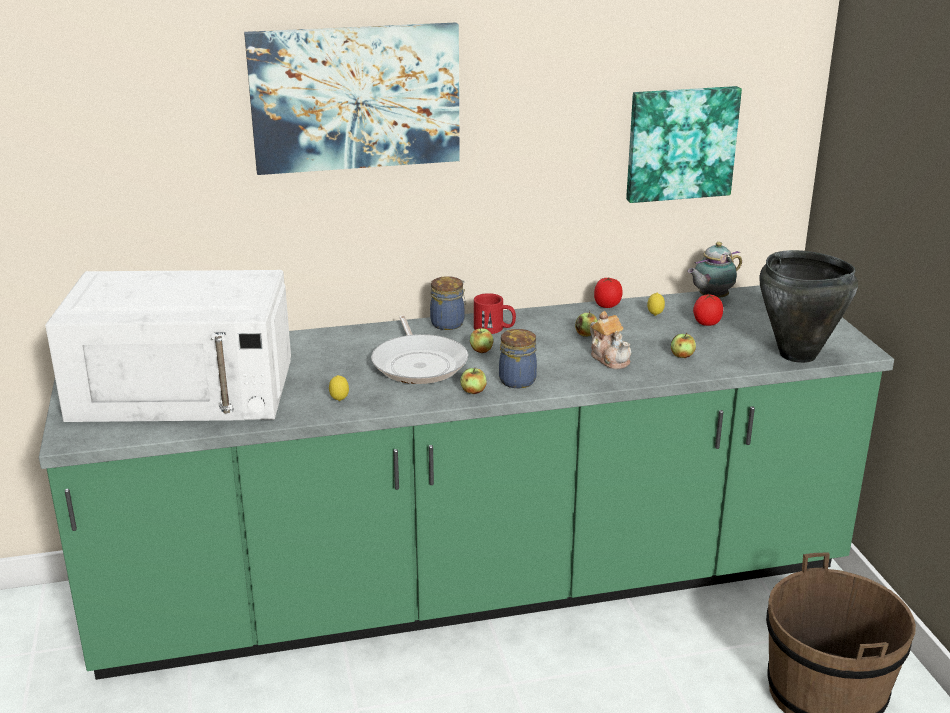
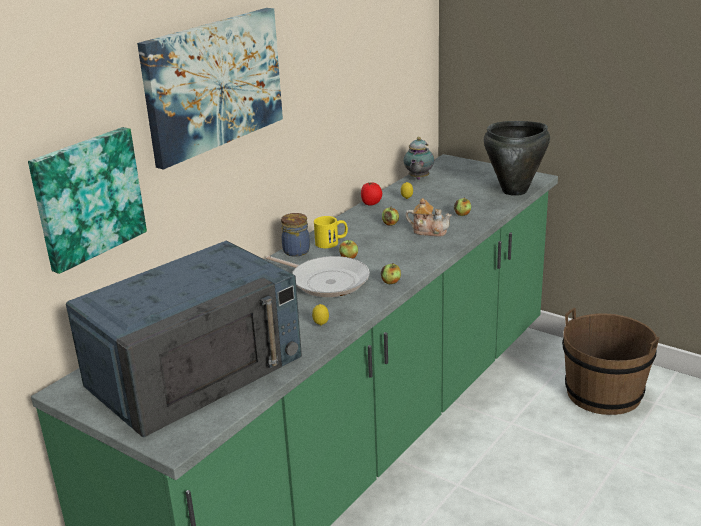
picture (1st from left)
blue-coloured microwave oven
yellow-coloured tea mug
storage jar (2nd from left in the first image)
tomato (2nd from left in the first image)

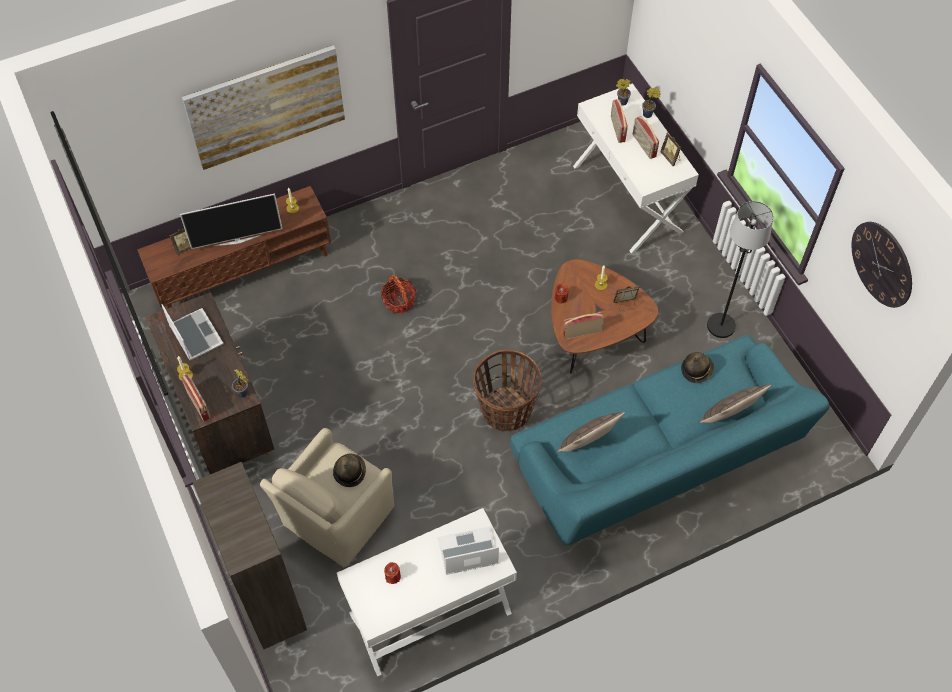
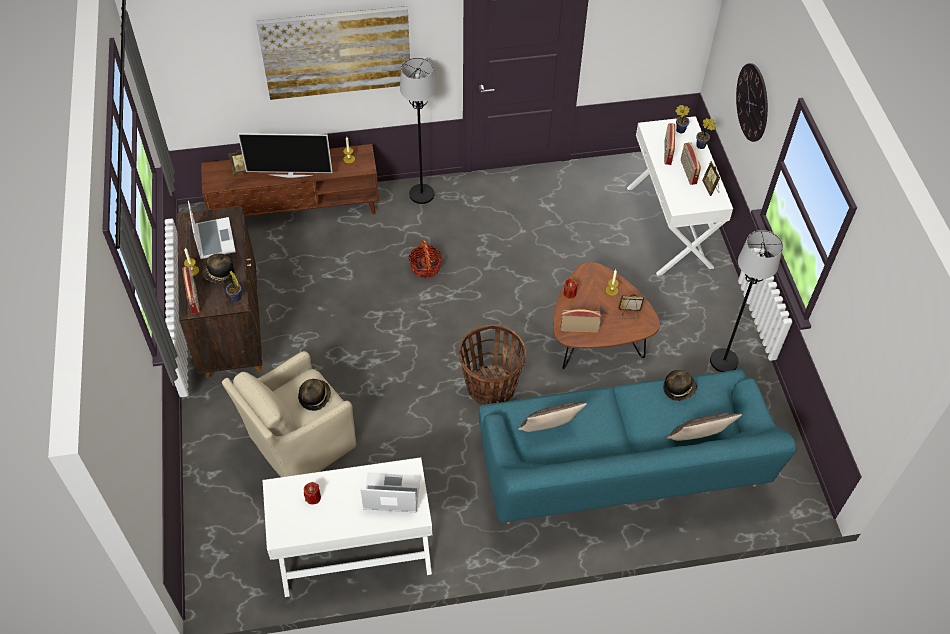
clothing hat (1st from left)
black floor lamp (1st from left)
clock on the wall
brownish bookcase

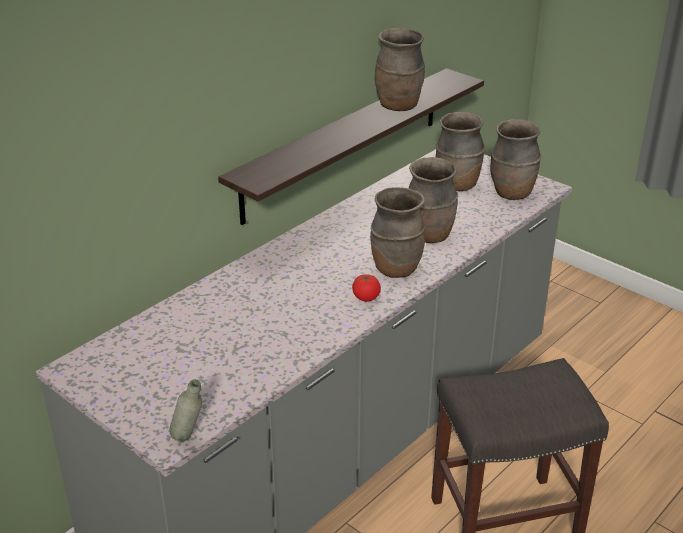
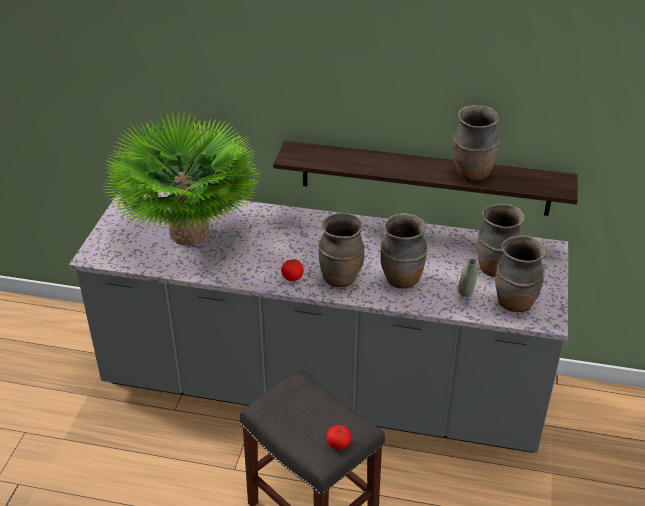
houseplant
tomato (2nd from left)
grey beverage bottle

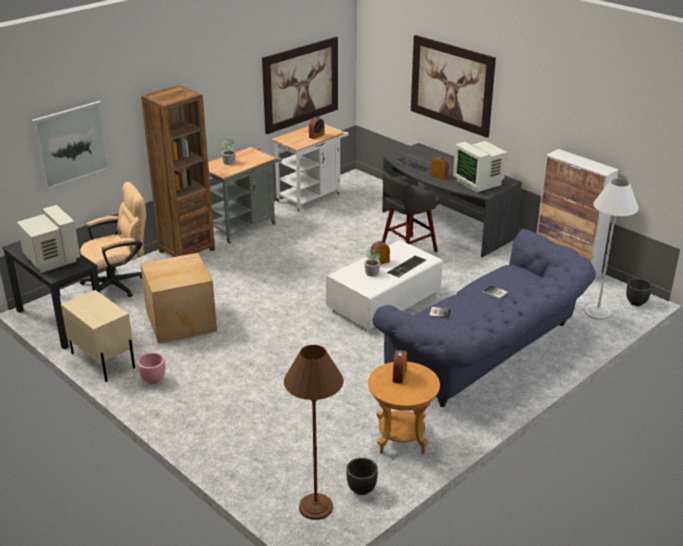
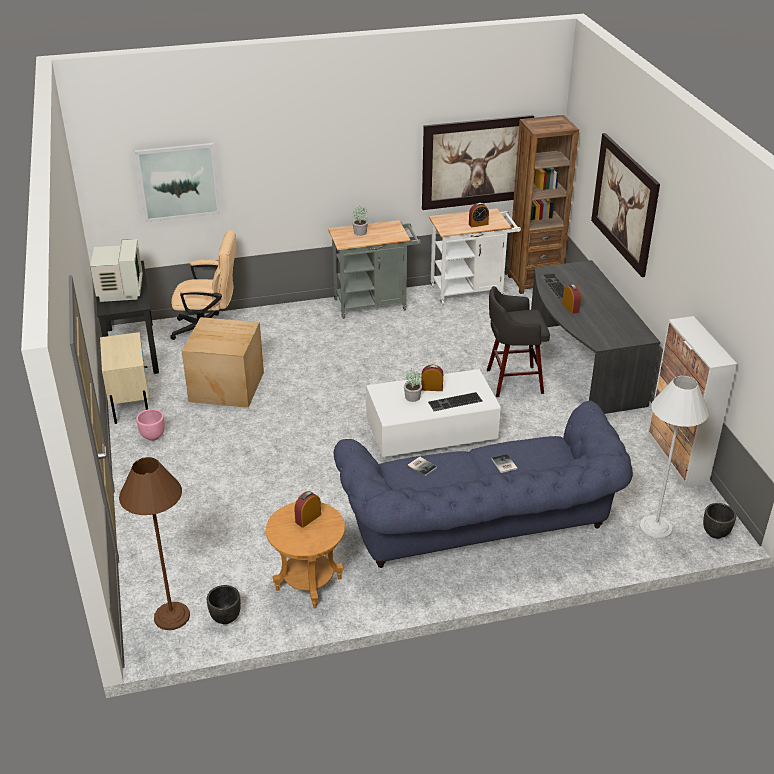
brownish bookcase
computer display (2nd from left in the first image)

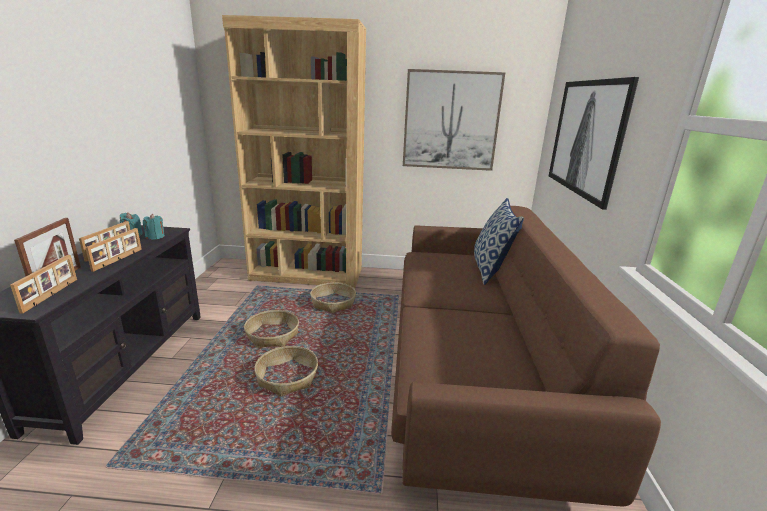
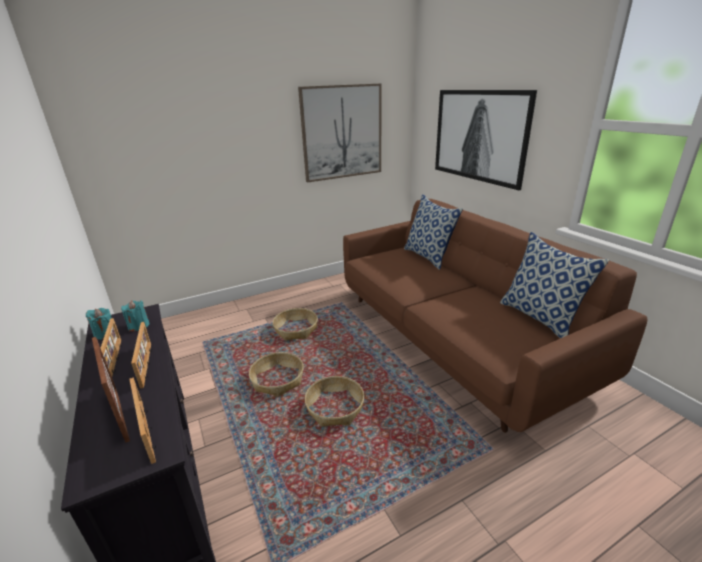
cushion (2nd from left)
brownish bookcase

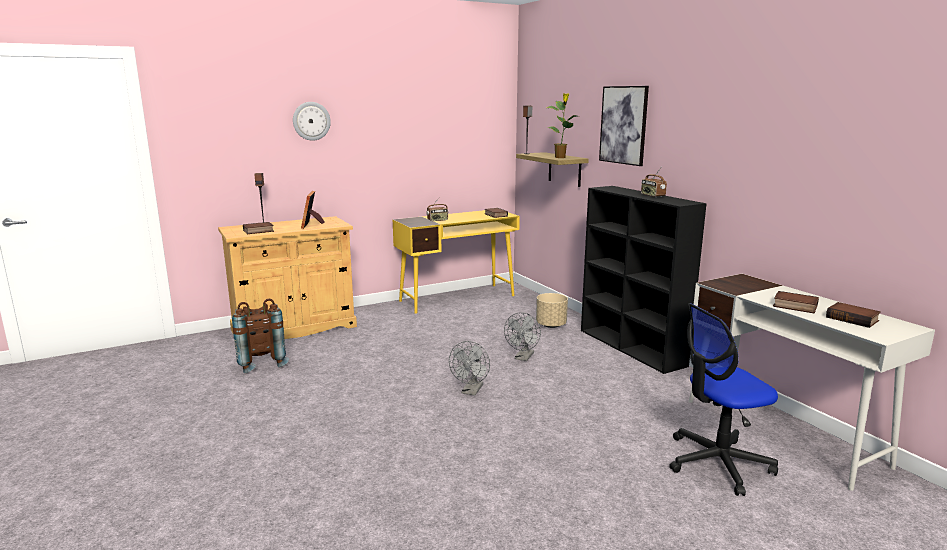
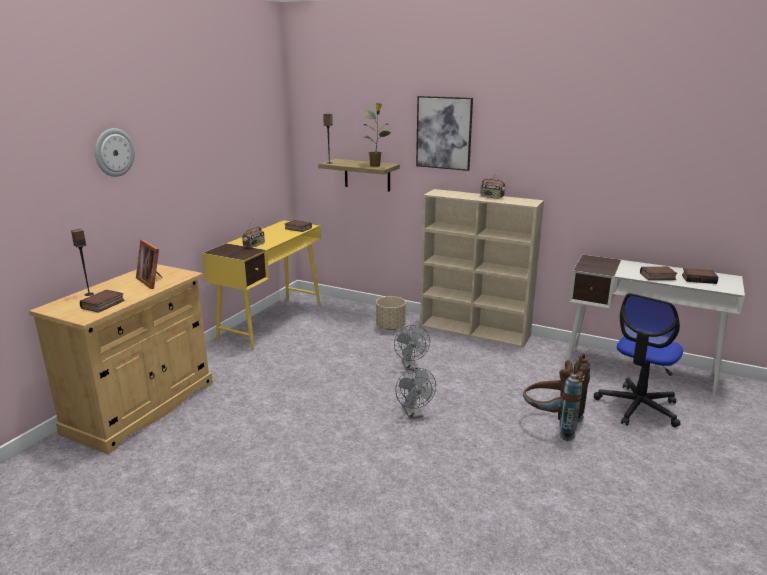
beige bookcase
brownish rucksack

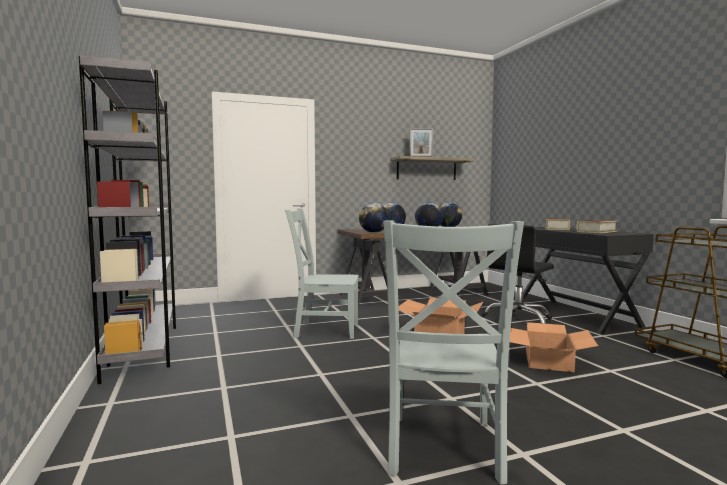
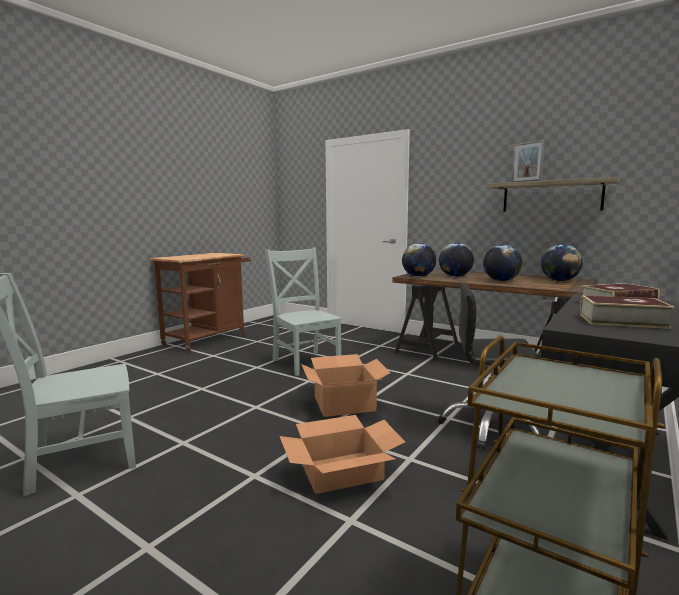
brownish trolley (1st from left)

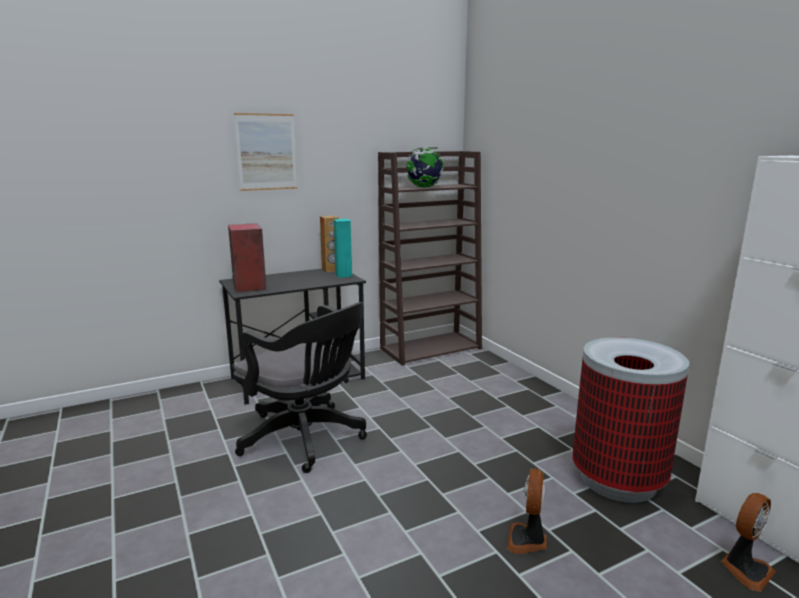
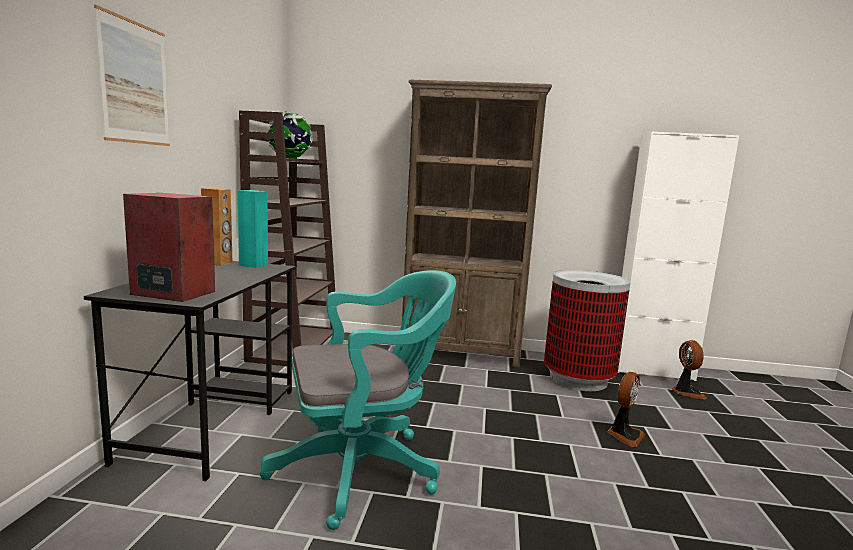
blue-green desk chair
brownish bookcase (2nd from left)
fan (1st from left)

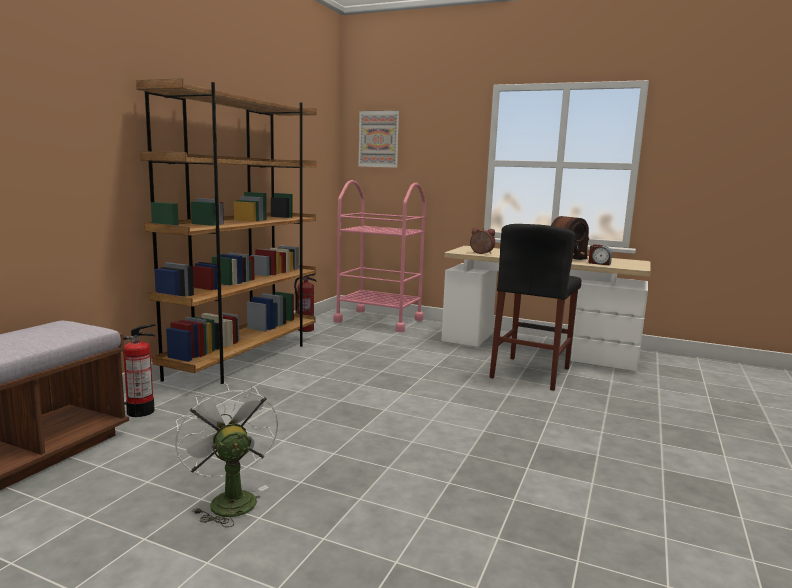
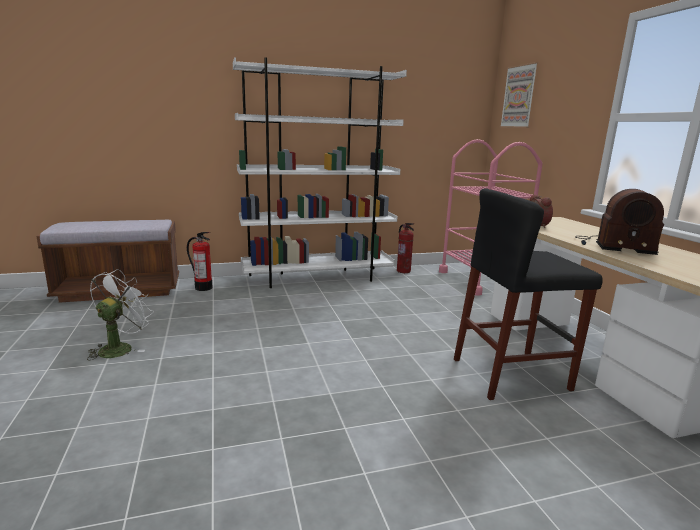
white bookcase
table clock (2nd from left in the first image)

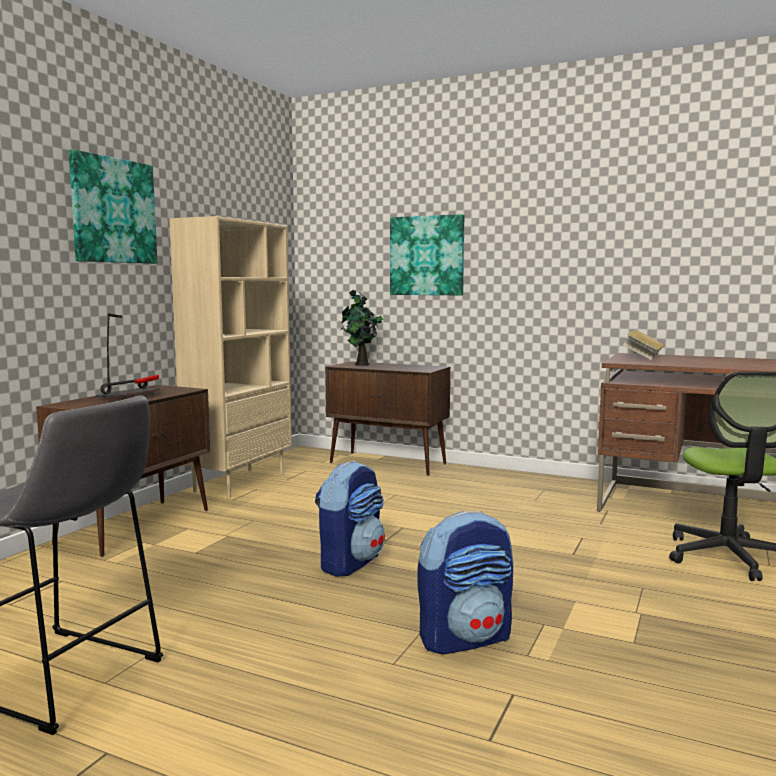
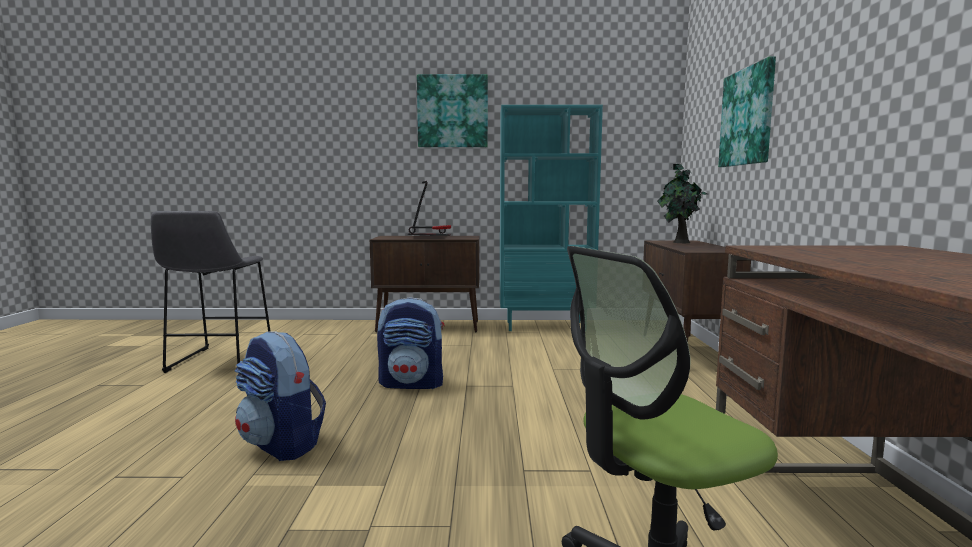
blue-green bookcase
volume

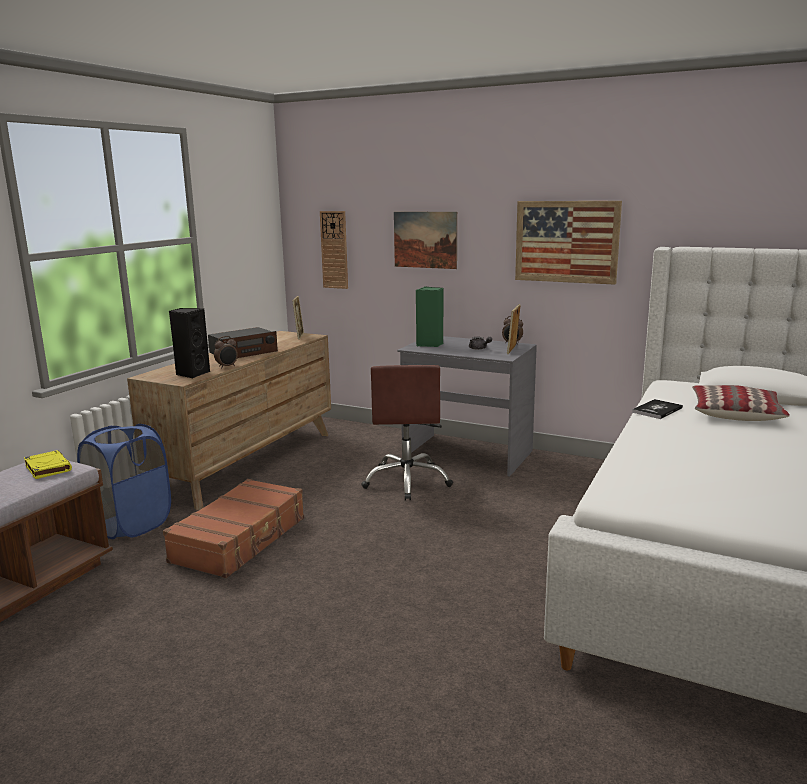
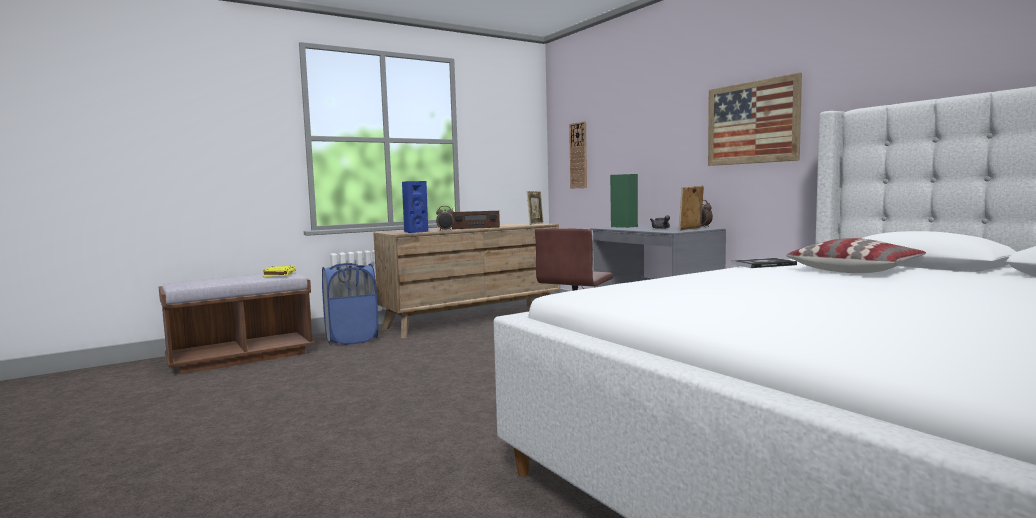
blue-coloured speaker
brownish piece of luggage
picture (1st from left in the first image)

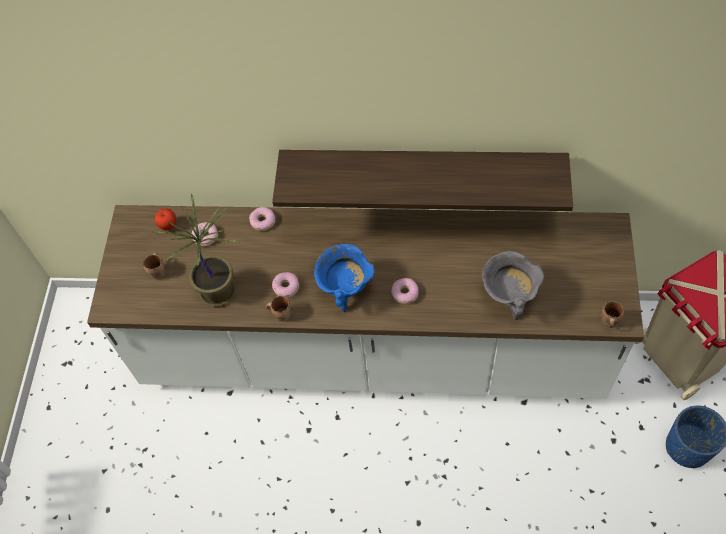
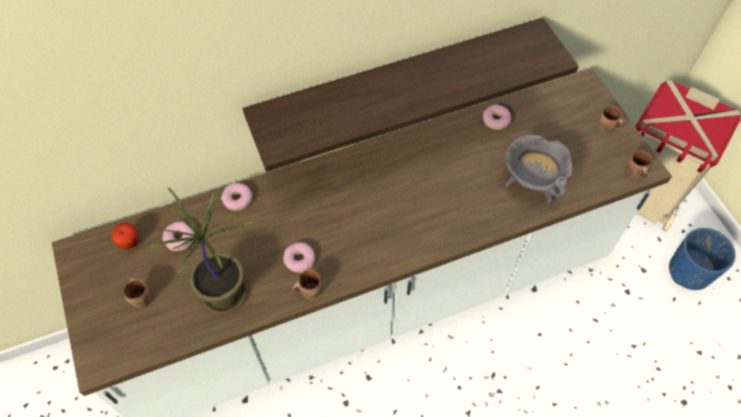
donut (4th from left)
brownish tea mug (3rd from left)
blue-coloured cooking pot

